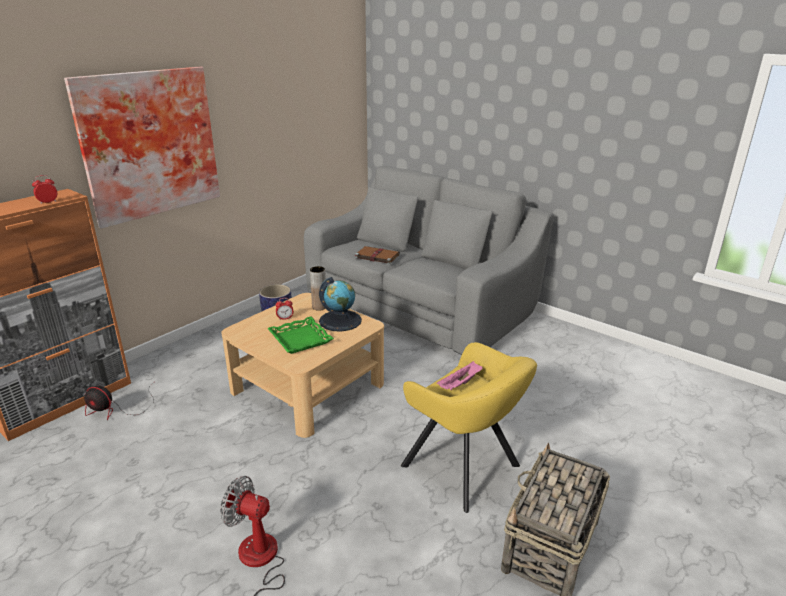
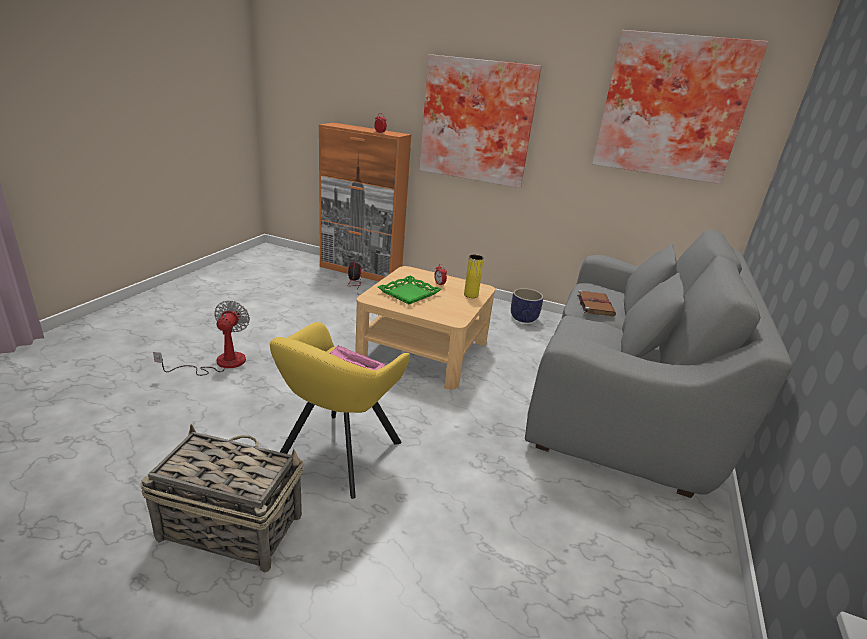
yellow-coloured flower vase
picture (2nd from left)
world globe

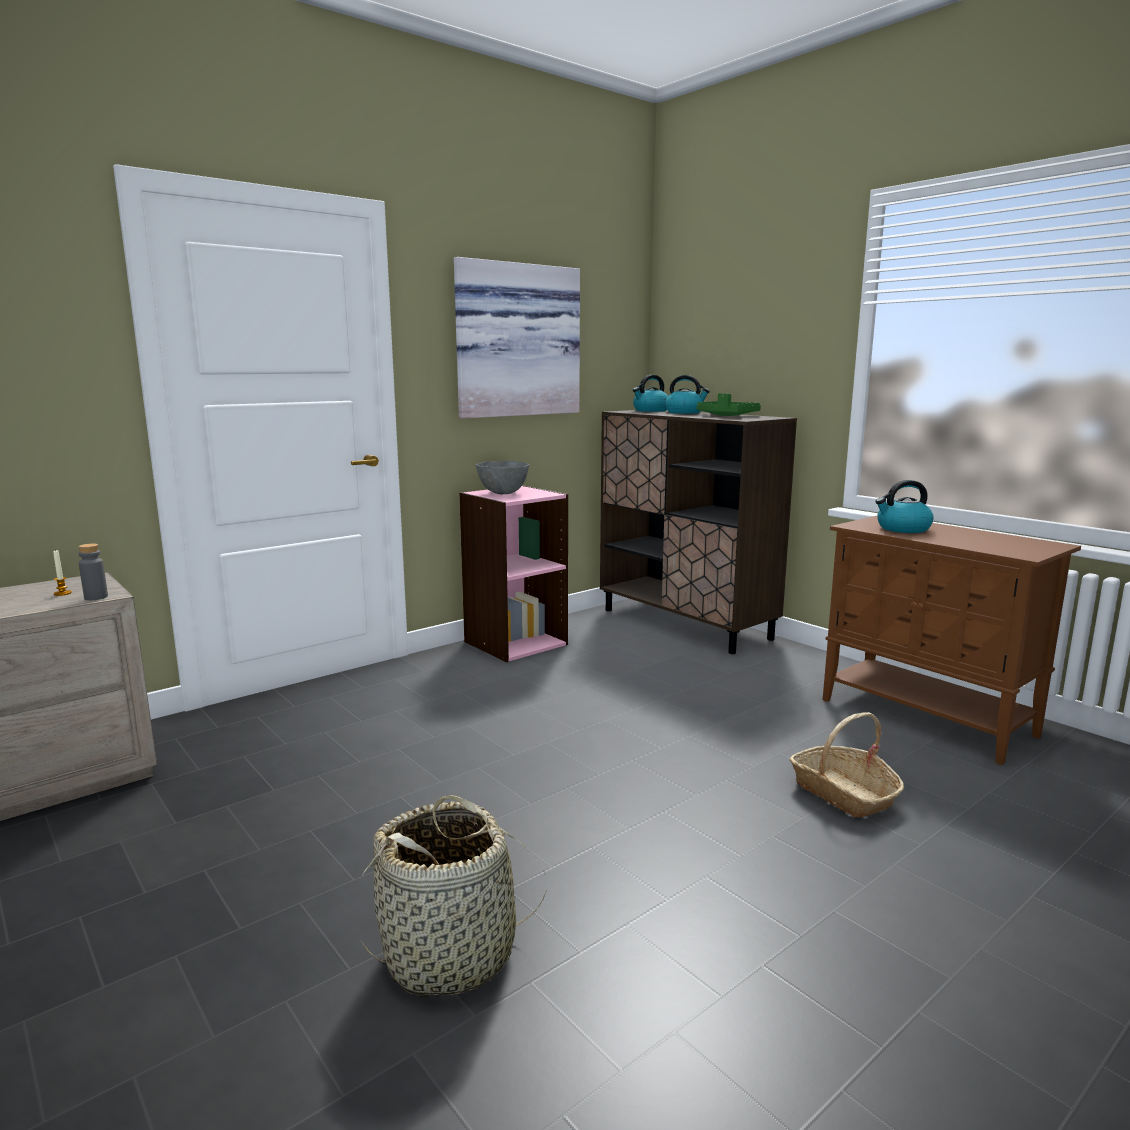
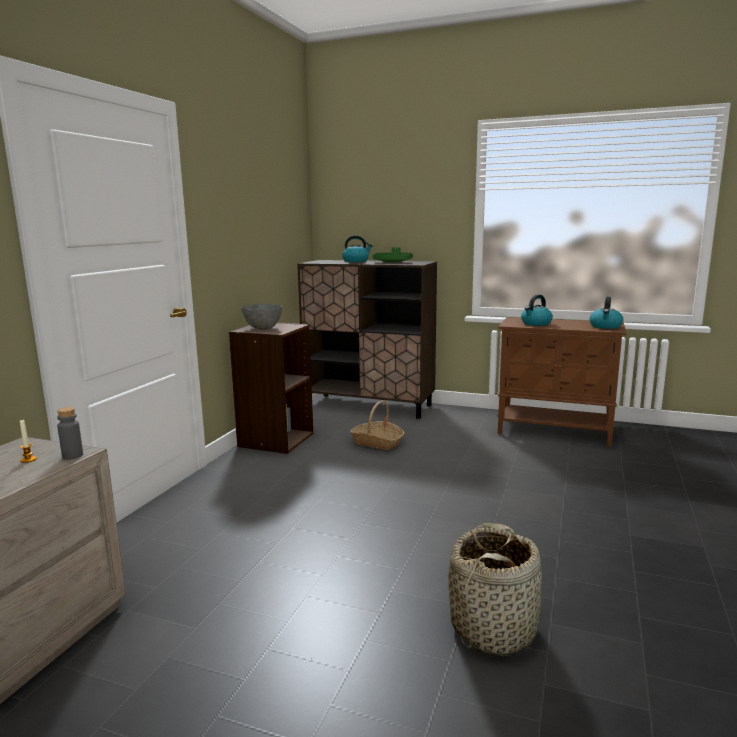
brownish bookcase
storage basket (1st from left)
tea kettle (3rd from left)
picture

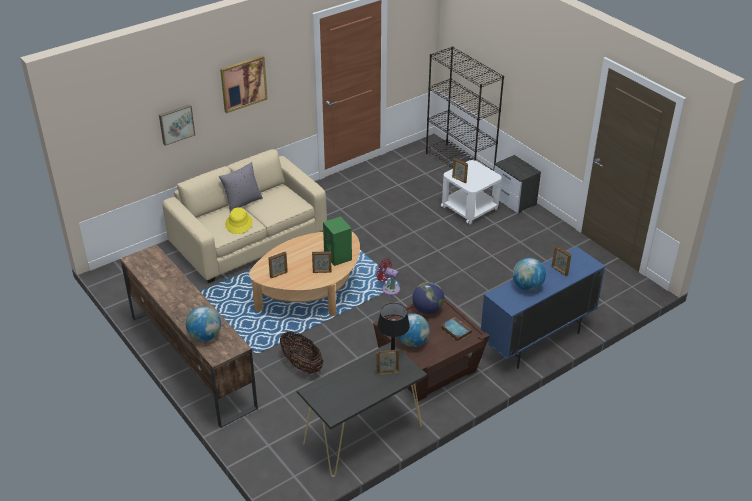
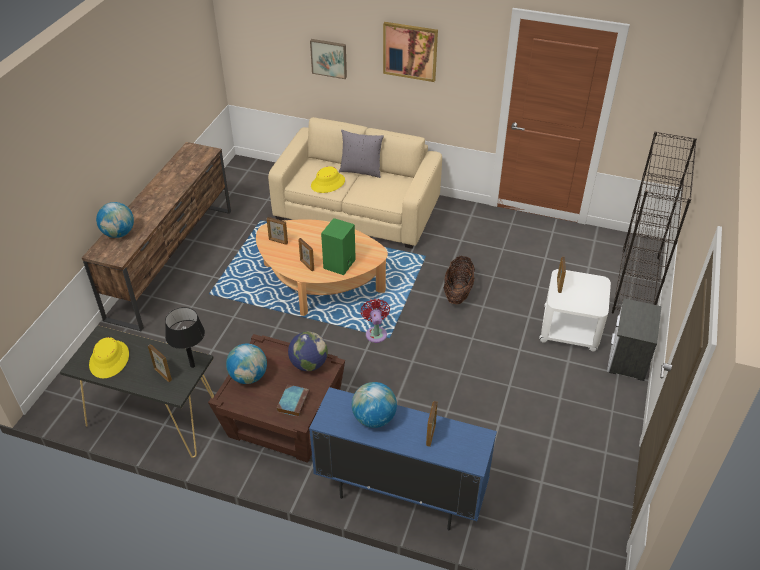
yellow-coloured clothing hat (1st from left)
storage basket

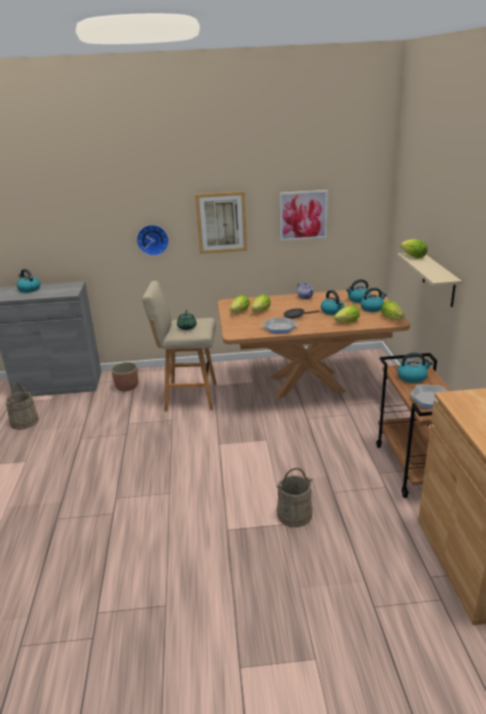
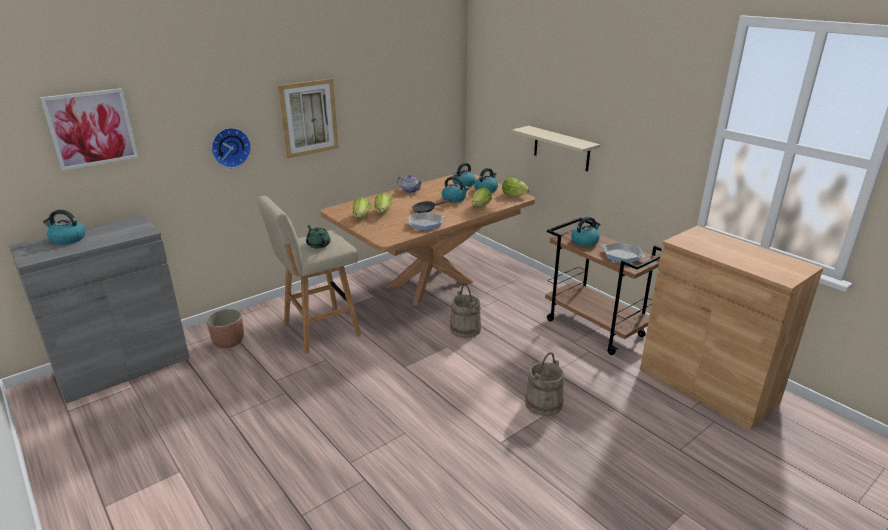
picture (1st from left)
beige water bucket (1st from left)
head of lettuce (5th from left in the first image)

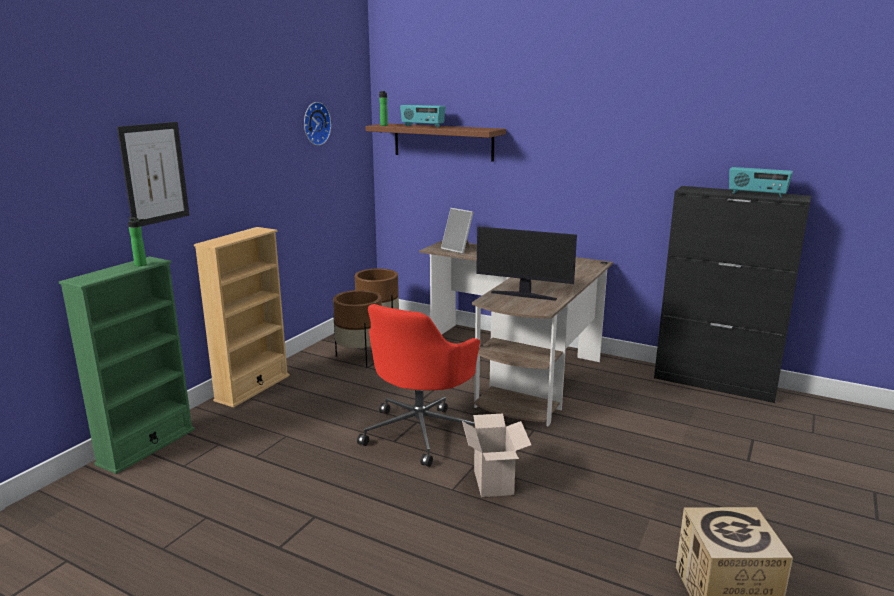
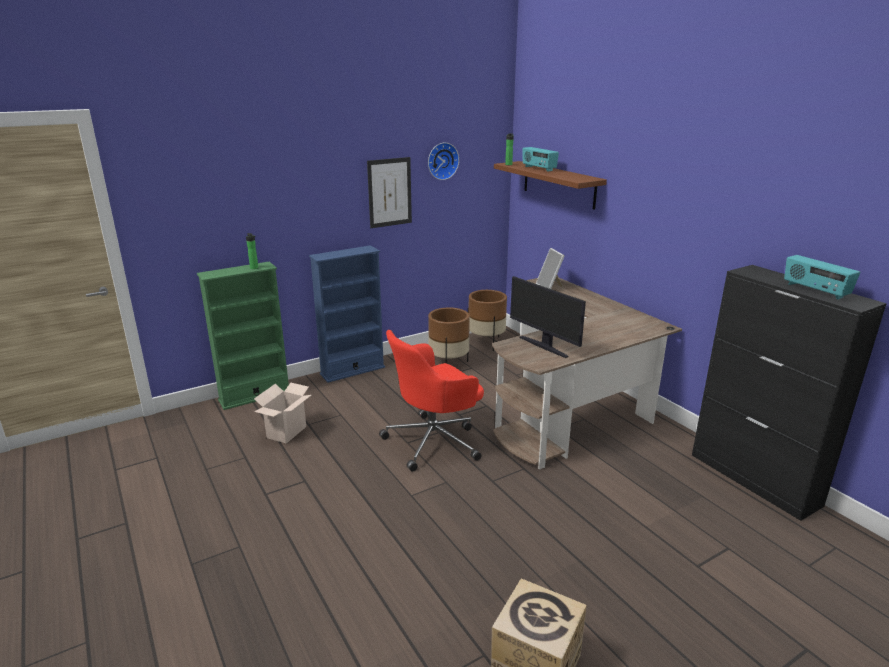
packing box (1st from left)
blue-coloured bookcase
picture

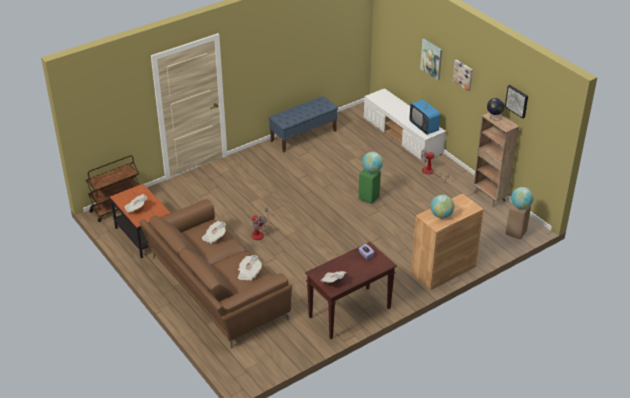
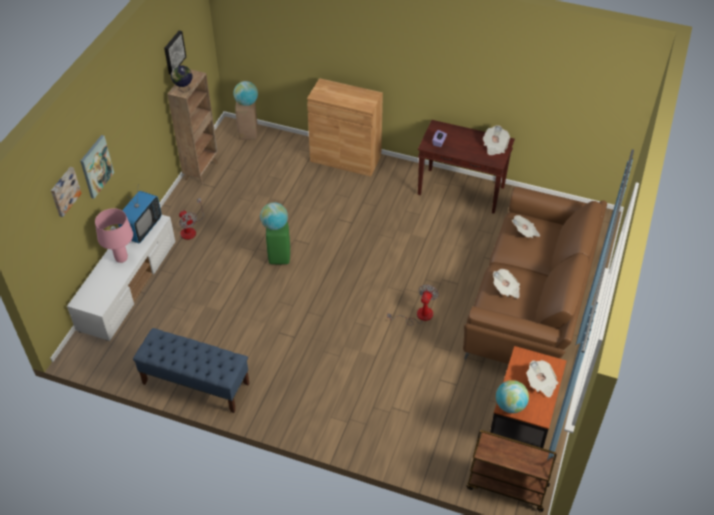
picture (1st from left)
pink-coloured lamp for a table
world globe (4th from left)

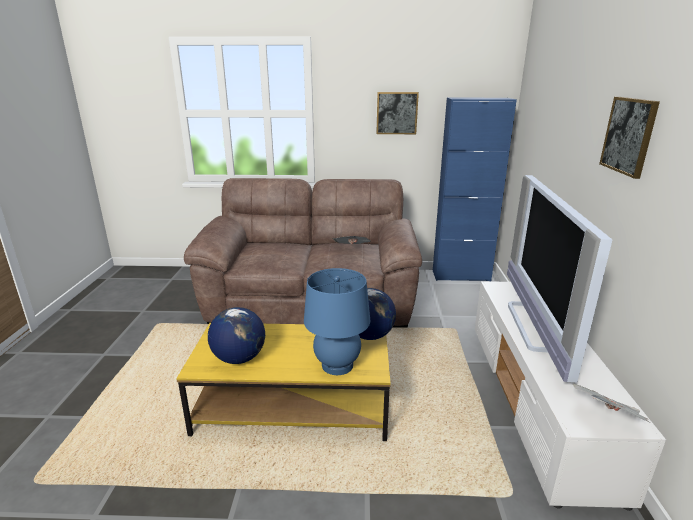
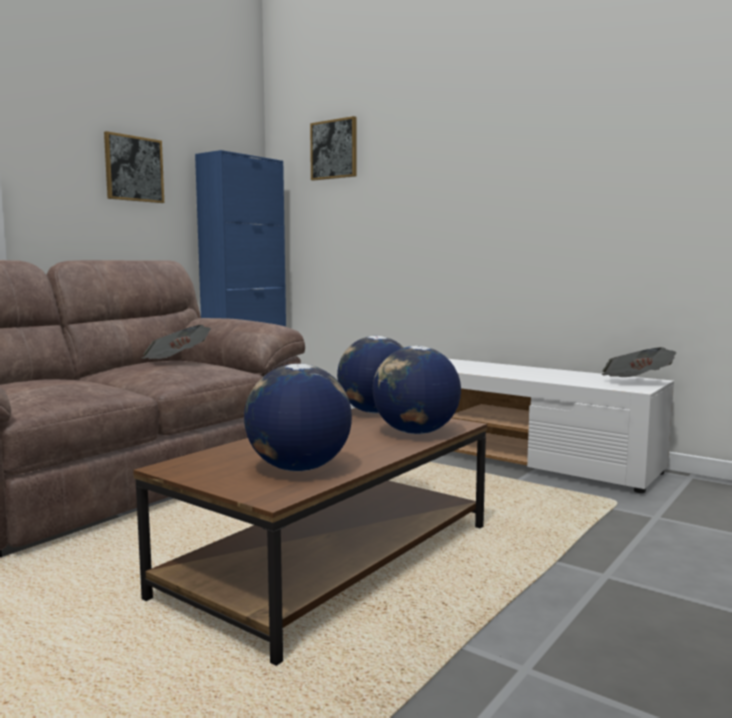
brownish low table
picture (2nd from left)
world globe (3rd from left)
TV

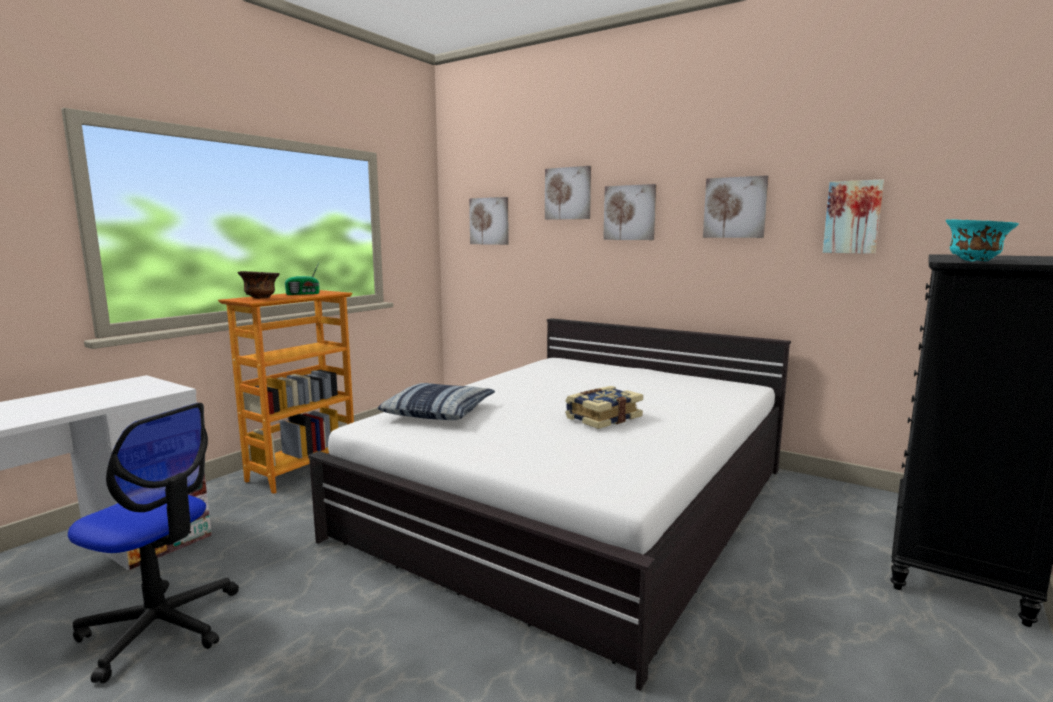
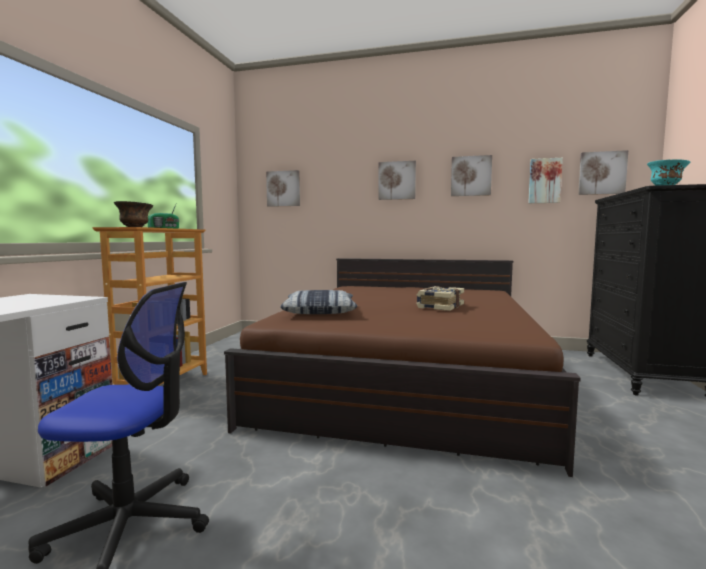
brownish bed
picture (5th from left)

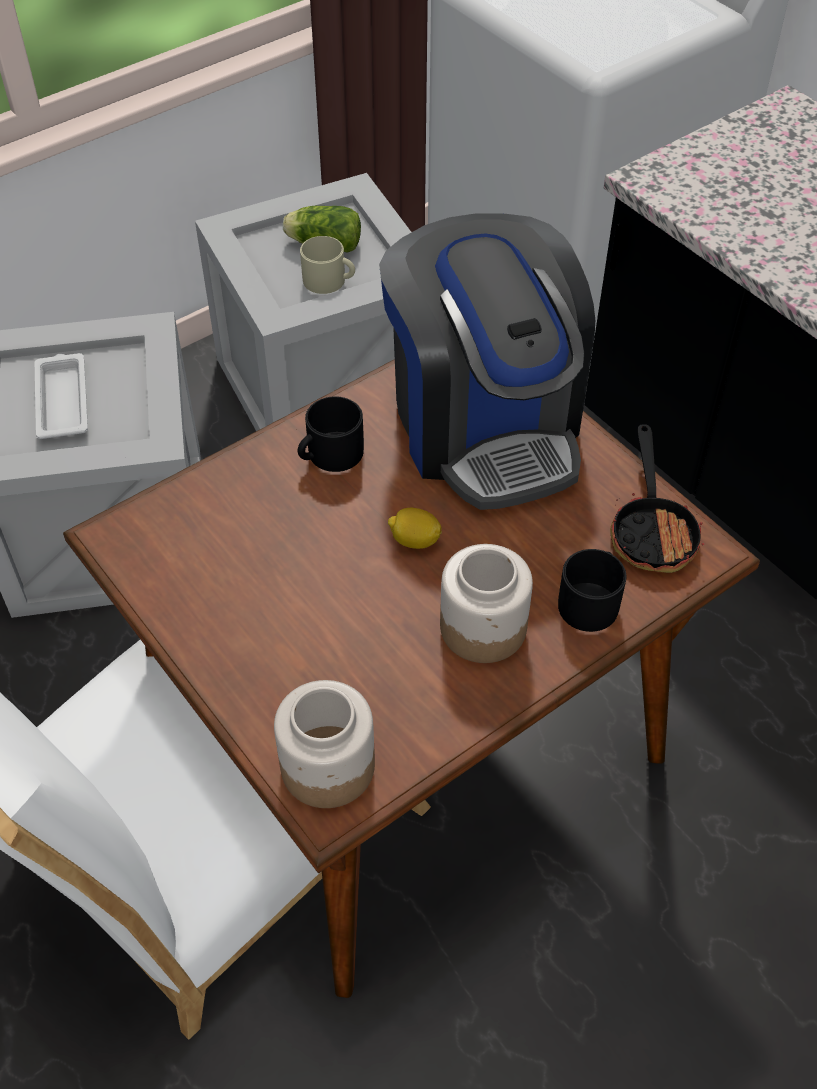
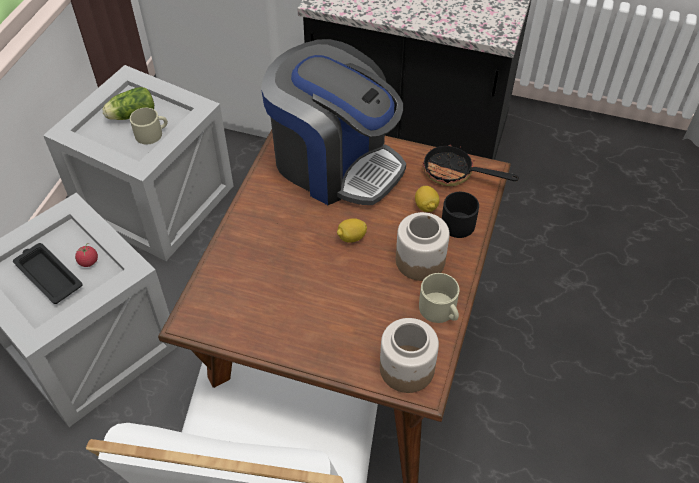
black tray
tomato
lemon (2nd from left)
beige tea mug (2nd from left)
frying pan
black tea mug (1st from left in the first image)

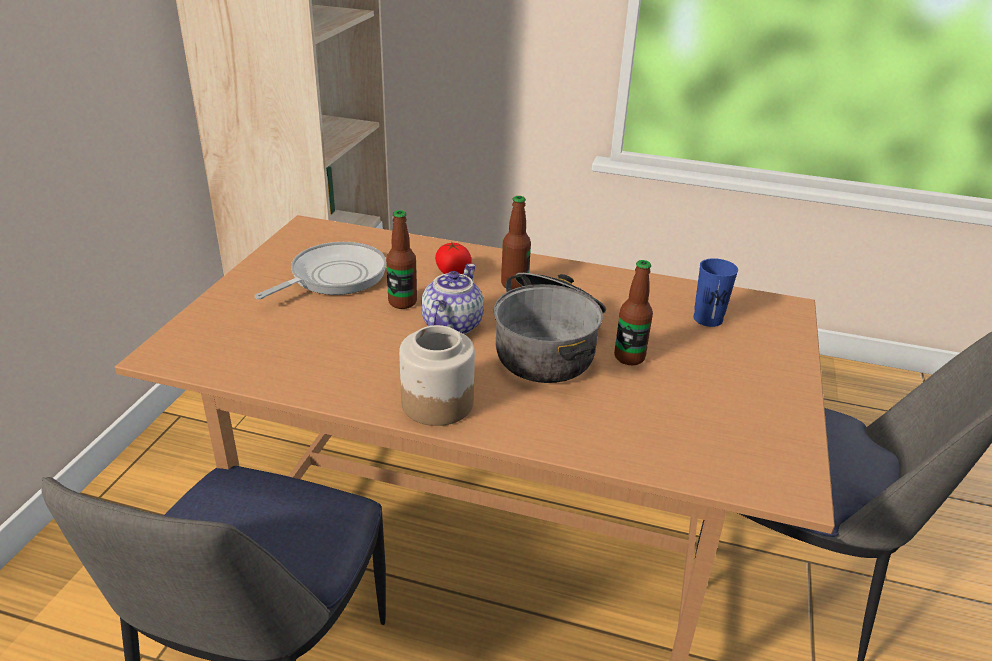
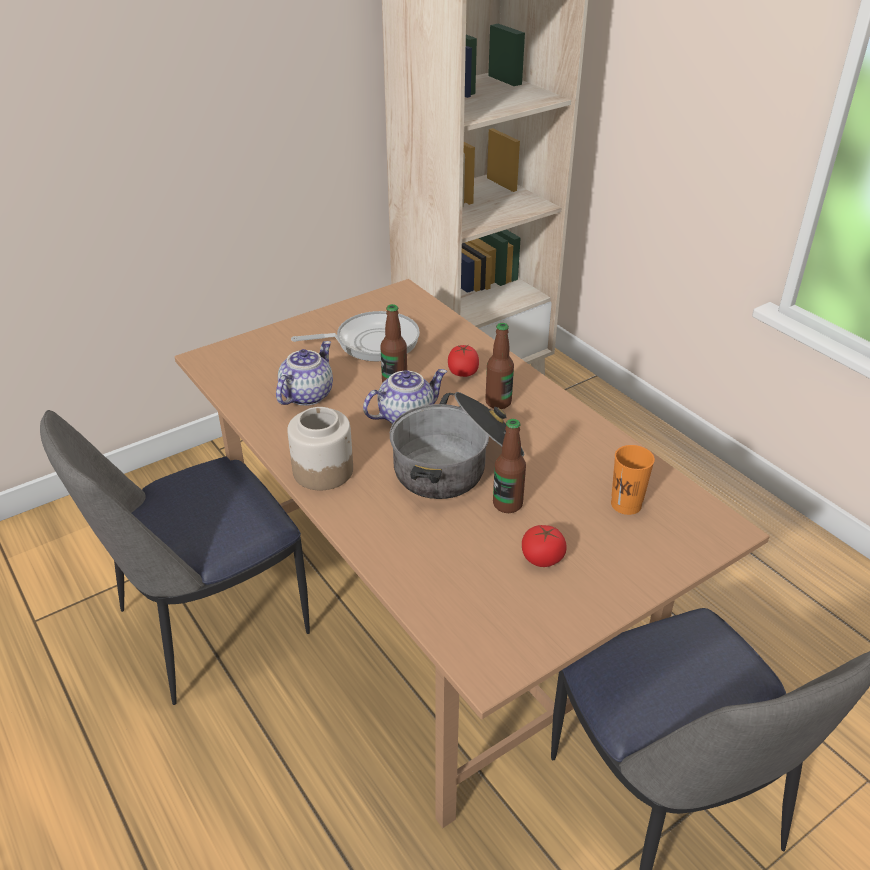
pot for tea (1st from left)
tomato (2nd from left)
orange drinking cup

